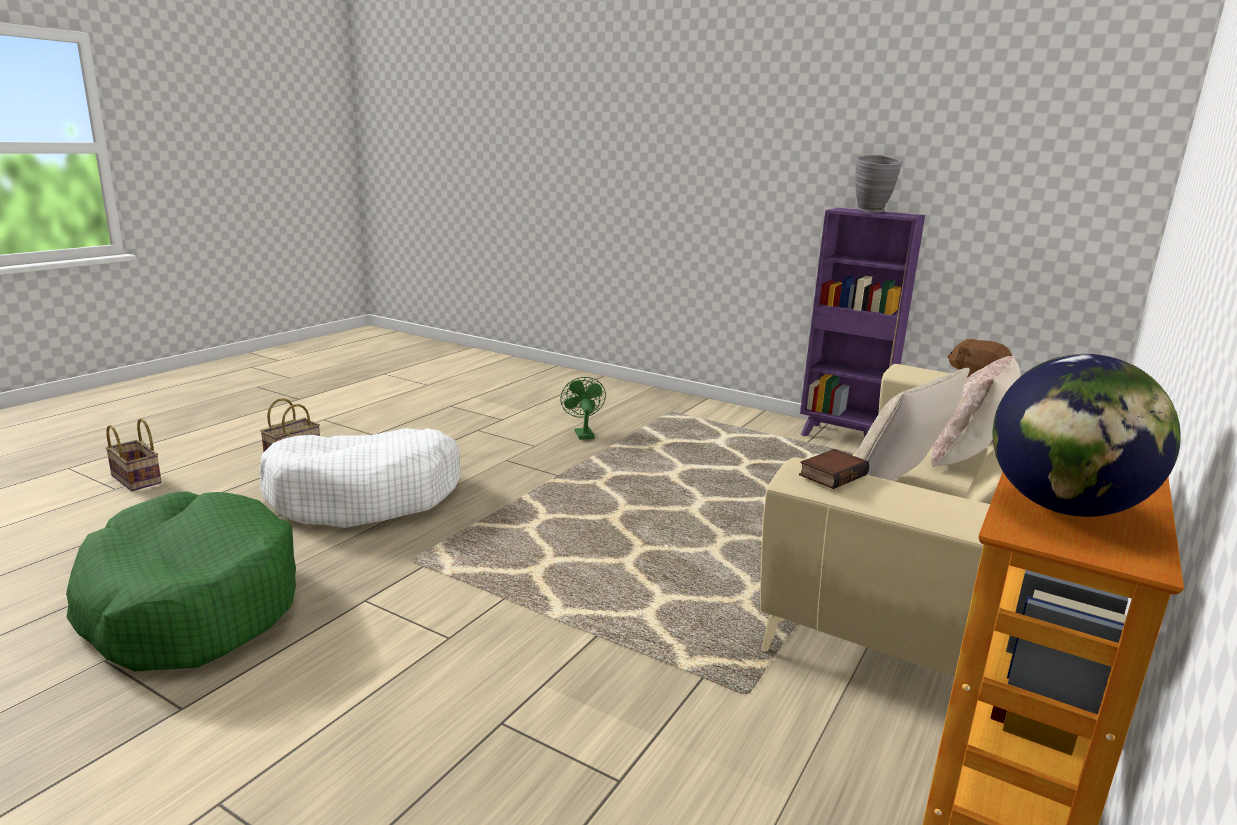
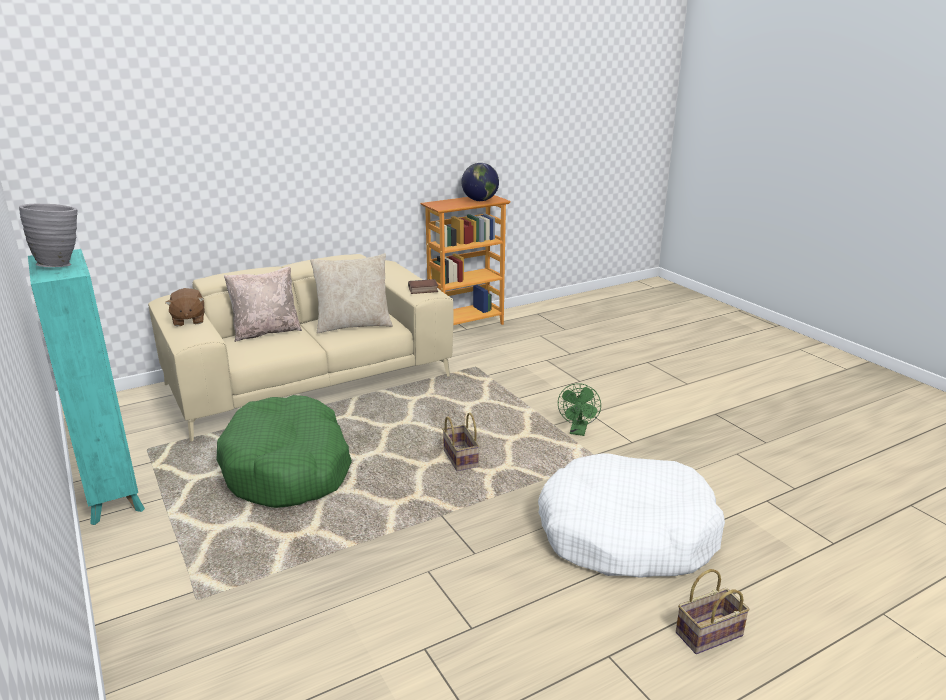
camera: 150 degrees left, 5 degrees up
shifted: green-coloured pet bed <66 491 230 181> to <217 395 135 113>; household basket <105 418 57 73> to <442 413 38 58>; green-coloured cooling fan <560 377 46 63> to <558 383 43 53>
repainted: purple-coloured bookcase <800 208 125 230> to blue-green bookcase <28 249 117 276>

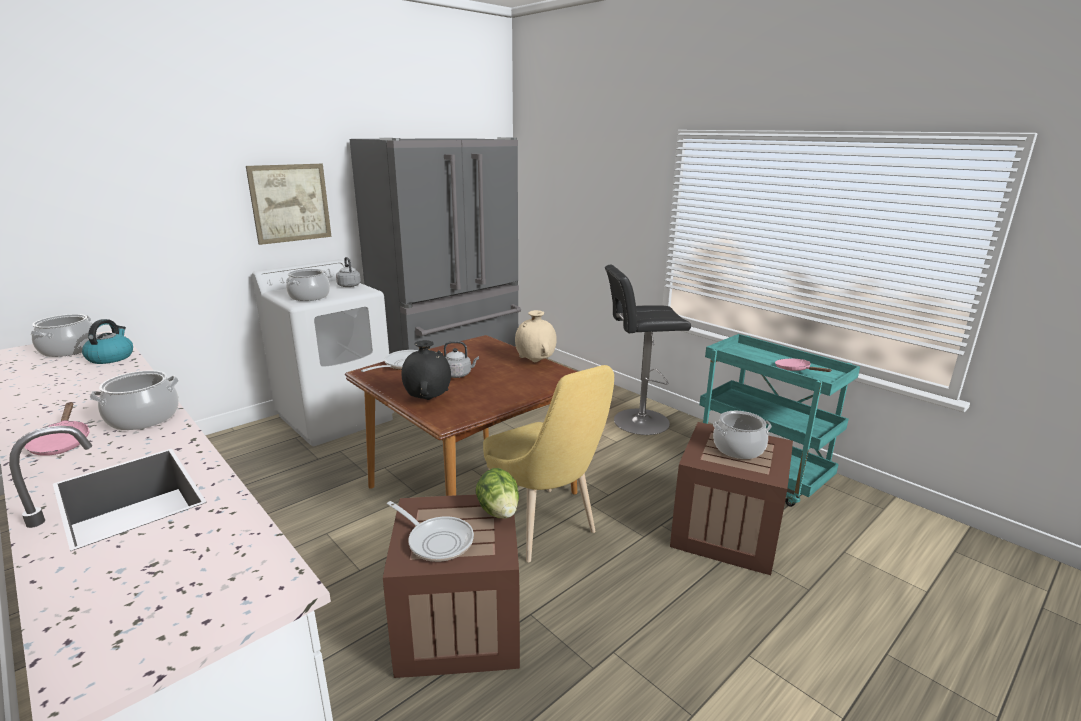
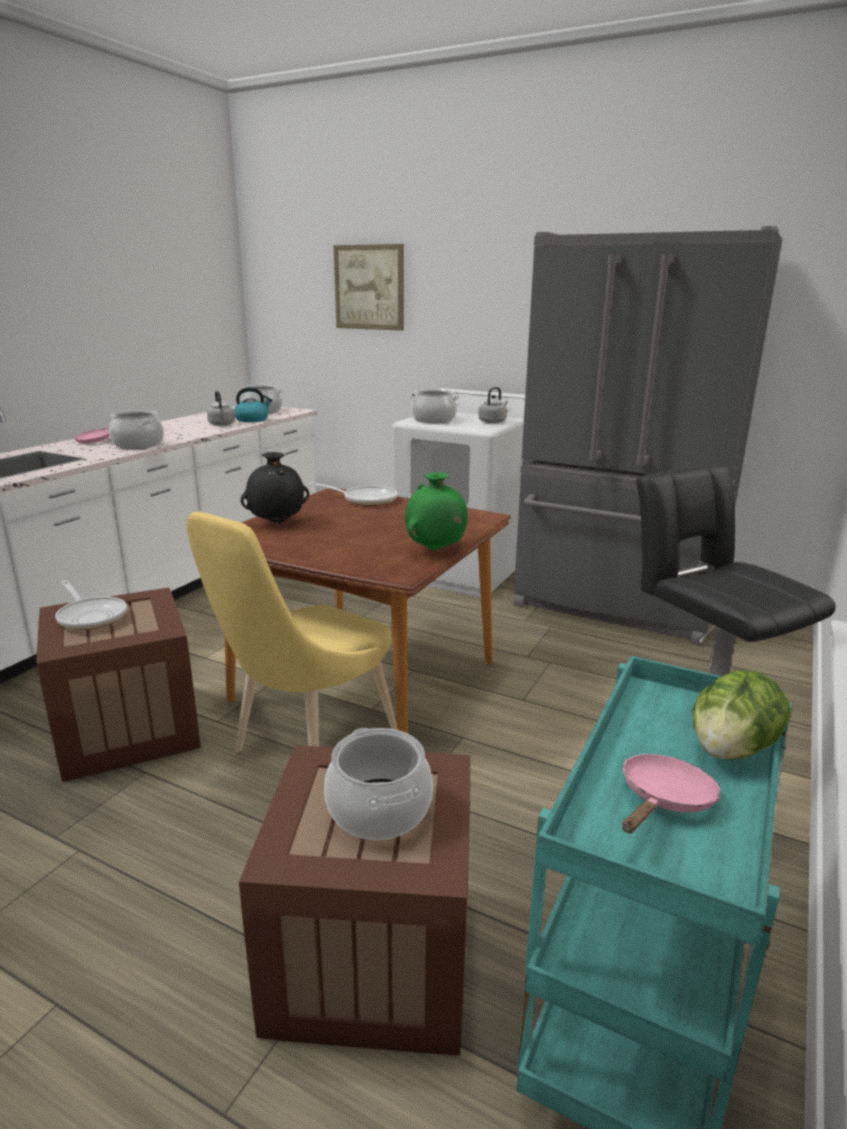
camera: 70 degrees right, 0 degrees up
shifted: greyish kettle <444 341 35 37> to <207 390 28 36>; wall picture <246 164 86 81> to <334 244 70 87>; lettuce head <476 468 43 51> to <692 670 99 90>
repainted: beige flower vase <515 310 42 52> to green-coloured flower vase <405 472 63 79>
rotated: skillet <387 501 87 61> = <55 580 72 50> 60 degrees counterclockwise

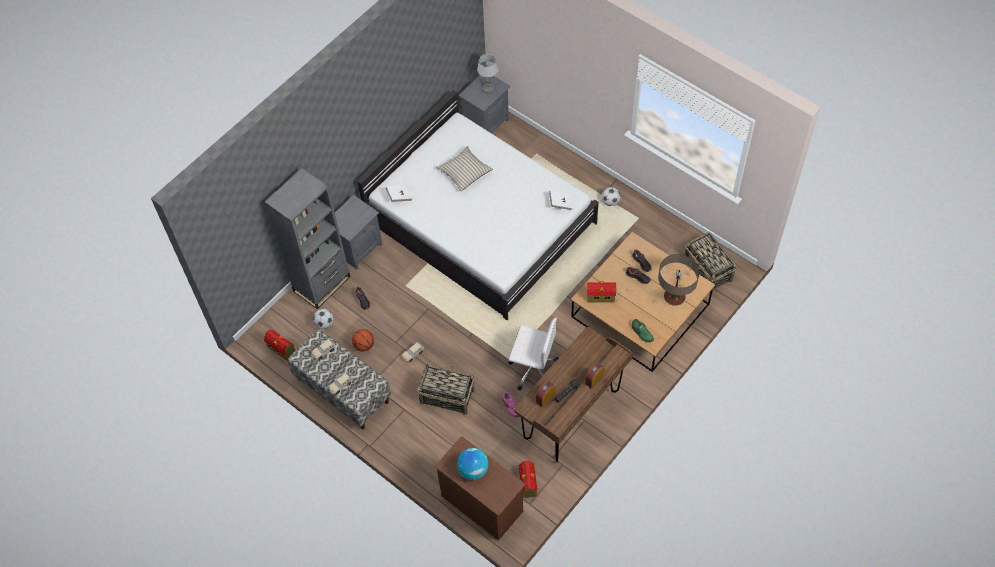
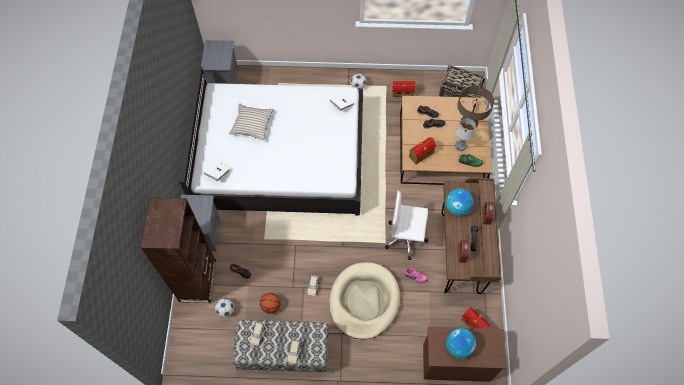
camera: 40 degrees left, 5 degrees up
new: desk globe <446 189 27 27>
shifted: model house <264 330 31 31> to <392 79 24 18>; table lamp <477 54 21 40> to <455 118 21 33>
swapped: household basket <417 364 58 51> to beige pet bed <329 262 71 77>
repainted: greyish bookcase <265 168 85 141> to brown-coloured bookcase <140 197 76 106>
rotated: white office chair <509 318 49 72> = <385 191 43 69> 150 degrees counterclockwise

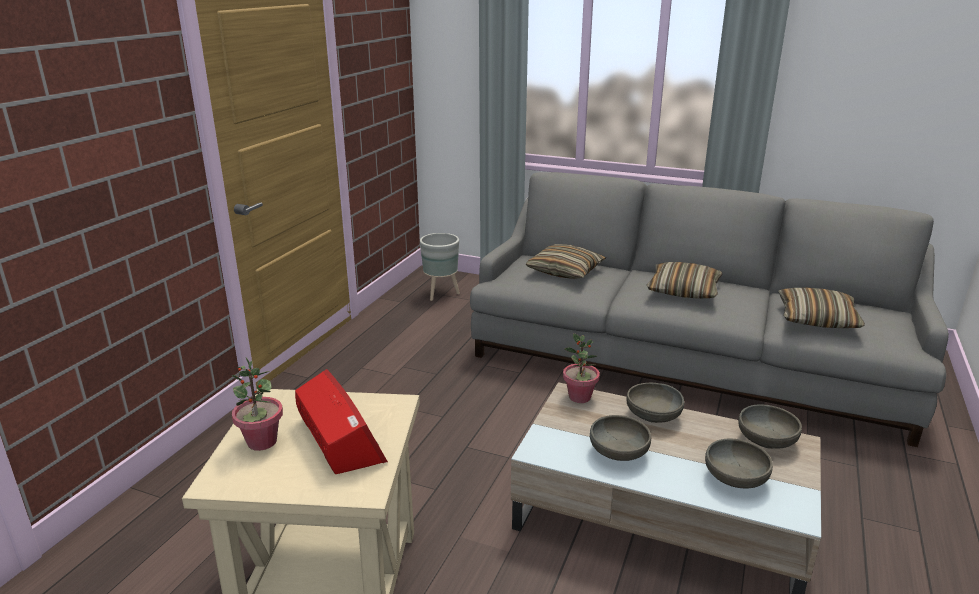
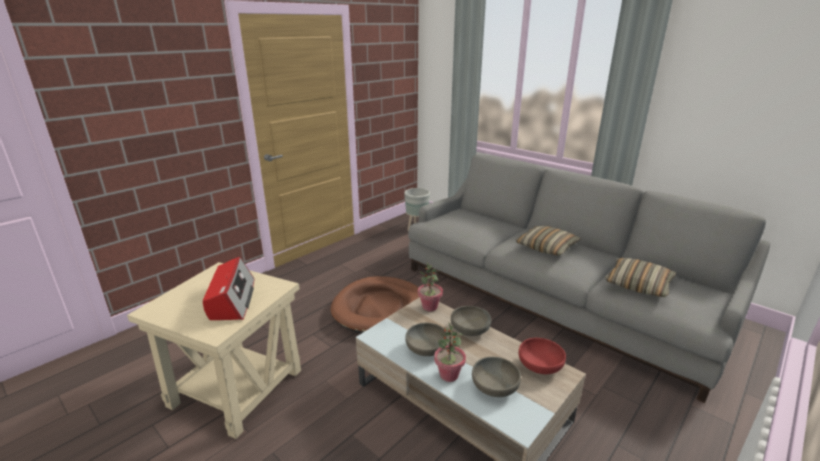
camera: 20 degrees right, 0 degrees up
gone: pillow <526 244 80 35>
new: brown-coloured pet bed <330 276 89 58>
shifted: plant in a pot <232 358 51 93> to <434 321 32 61>
repainted: greyish bowl <738 404 64 45> to red-coloured bowl <519 338 47 36>

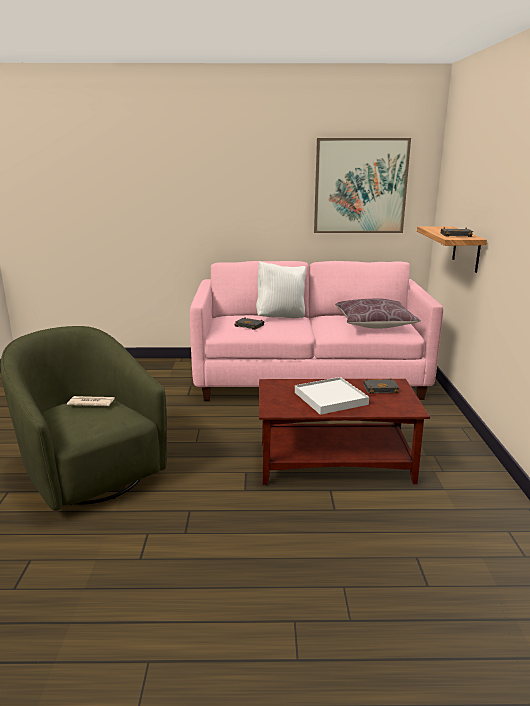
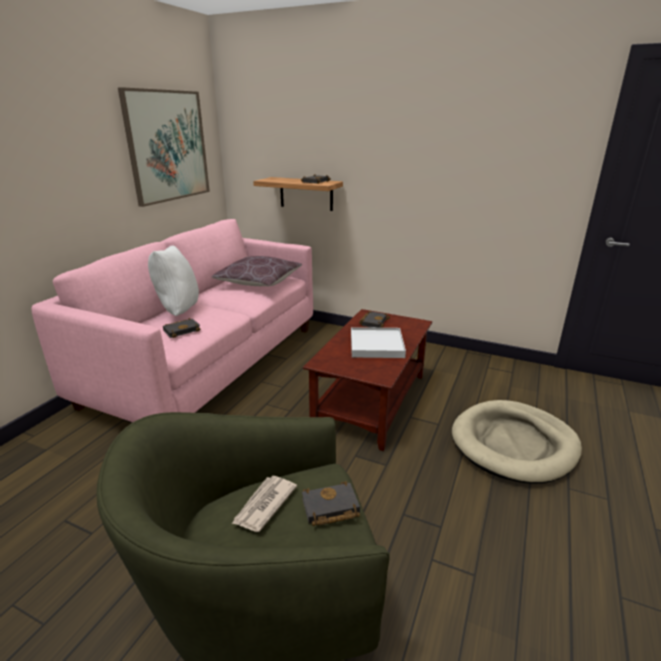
camera: 65 degrees left, 5 degrees up
new: black bound book <302 481 58 45>; beige pet bed <452 400 130 84>

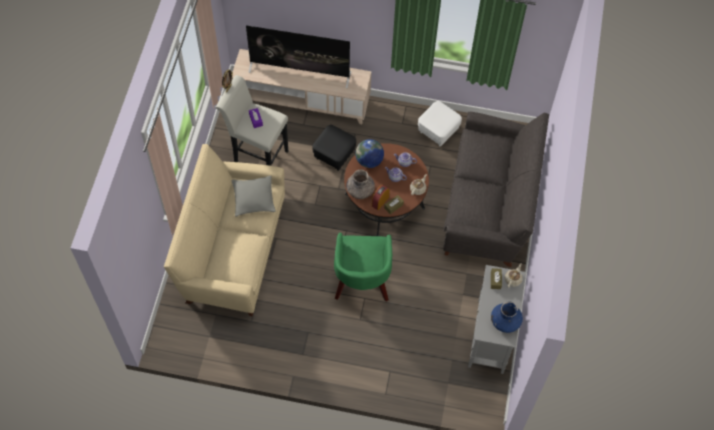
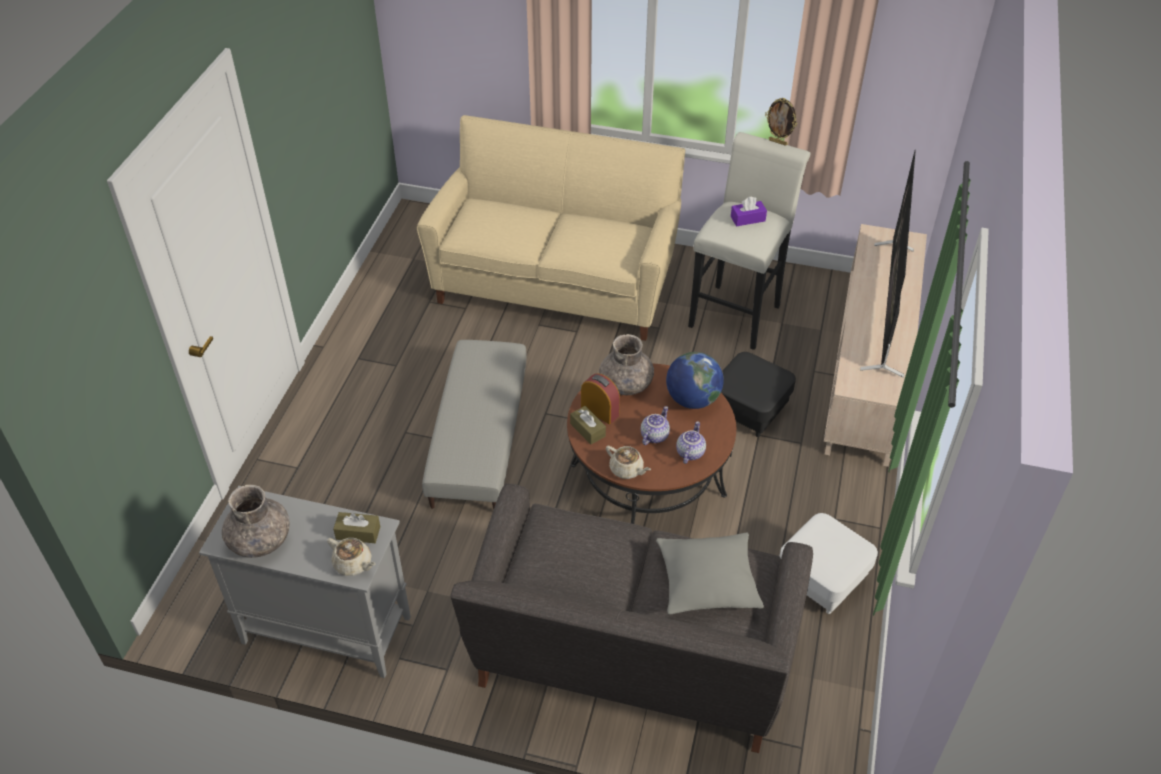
camera: 95 degrees right, 15 degrees down
shifted: greyish pillow <232 176 44 41> to <656 533 108 82>
swapped: green-coloured armchair <334 233 58 69> to greyish footrest <422 340 104 170>
repainted: bluish flower vase <491 301 32 32> to greyish flower vase <222 485 68 73>

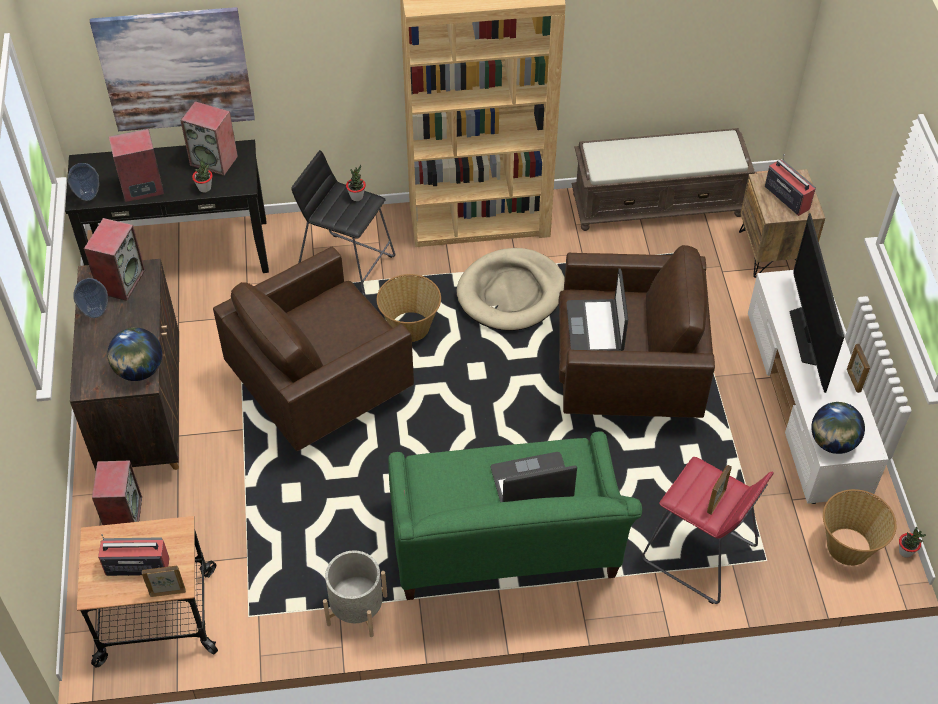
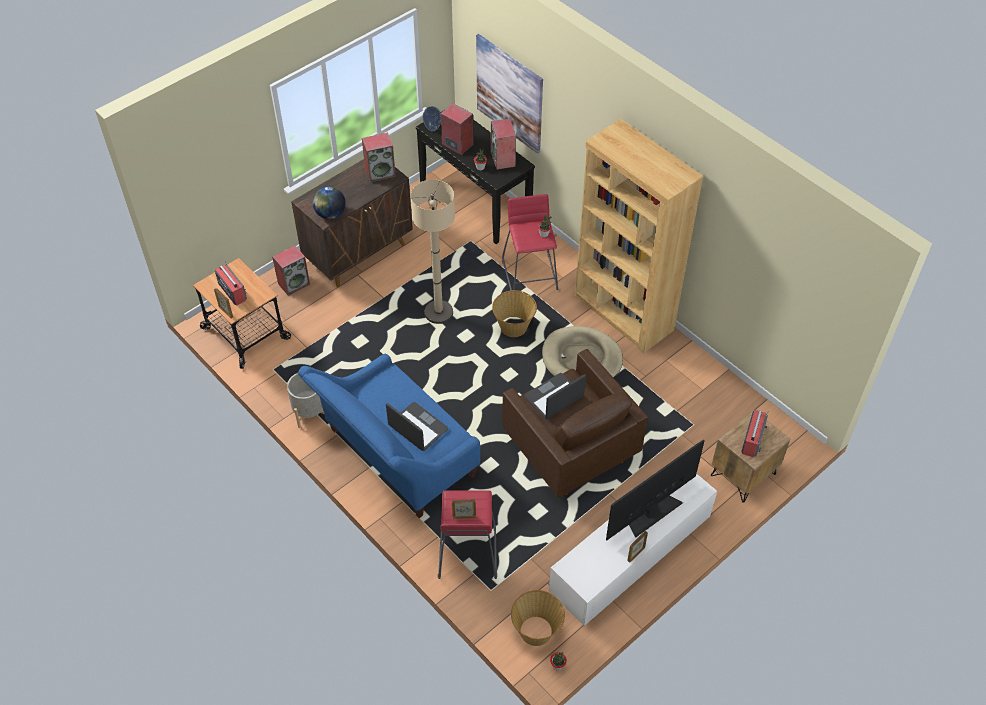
camera: 55 degrees right, 0 degrees up
gone: flower vase <74 278 34 40>; brown-coloured bench <571 128 184 103>; desk globe <811 402 54 52>
swapped: brown-coloured armchair <213 247 201 204> to beige standard lamp <411 180 44 144>
repainted: green-coloured settee <388 431 254 169> to bluish settee <298 354 182 164>; black stool <291 150 104 147> to red-coloured stool <502 194 56 98>

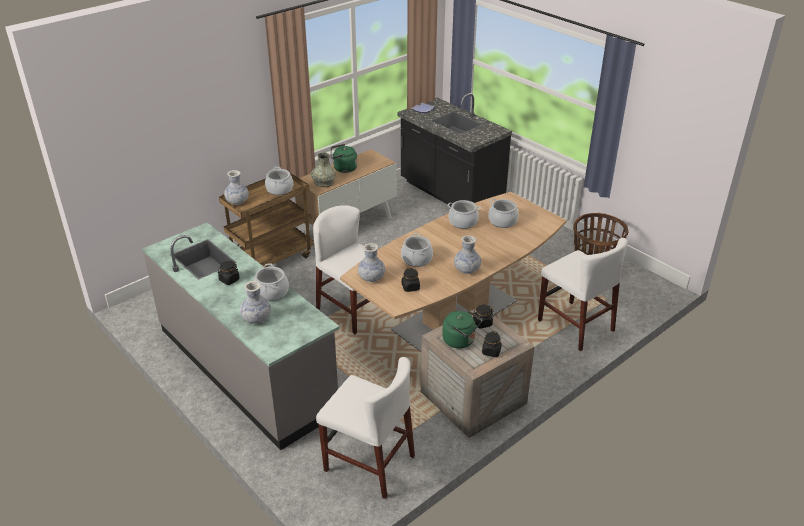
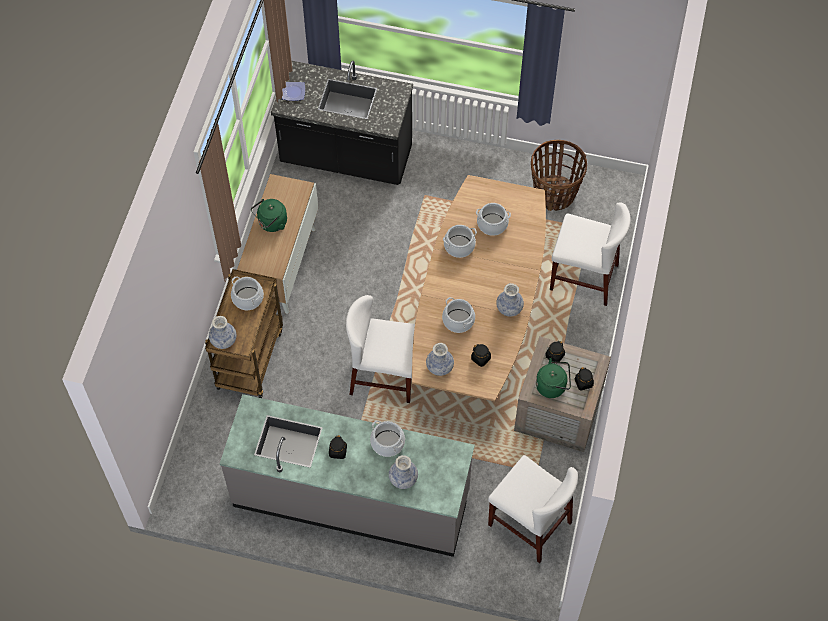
camera: 35 degrees left, 25 degrees up
gone: greyish flower vase <311 152 25 35>
rotated: white upright chair <316 357 99 142> = <488 455 90 108> 45 degrees clockwise

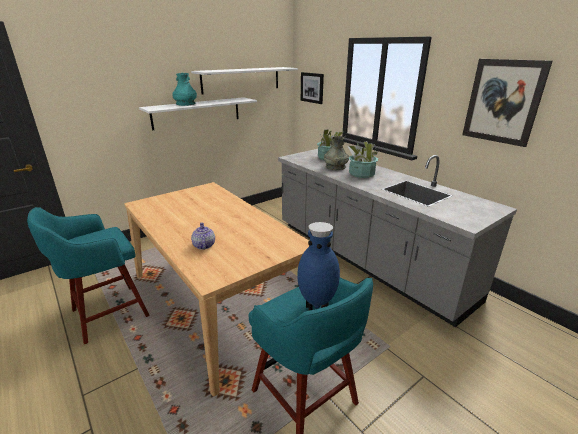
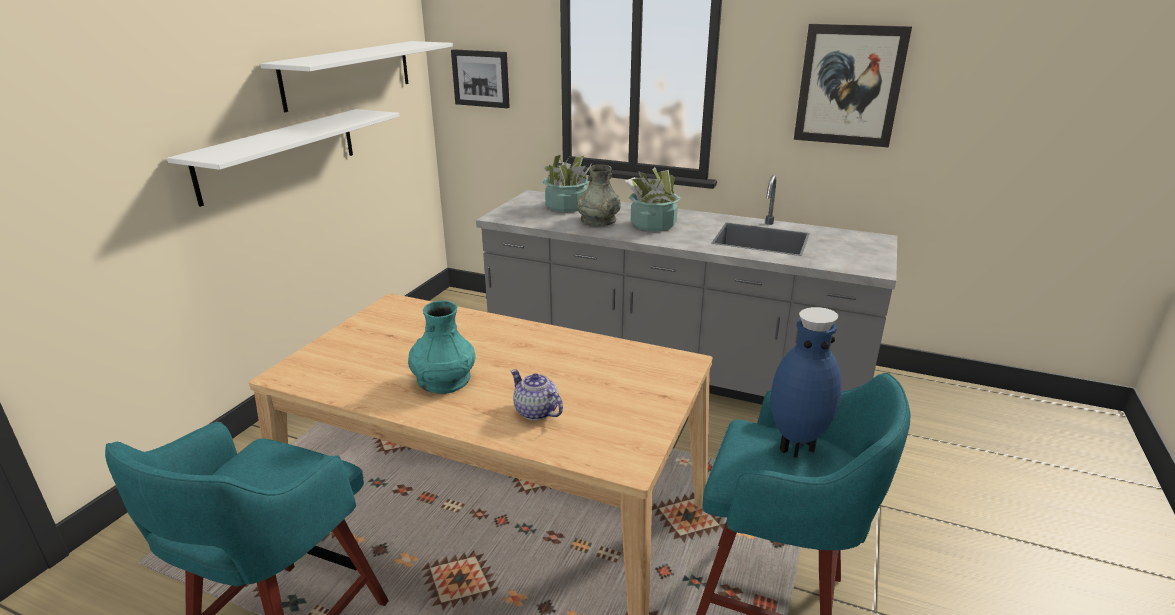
camera: 30 degrees left, 0 degrees up
shifted: blue-green flower vase <173 73 24 33> to <408 300 68 94>

